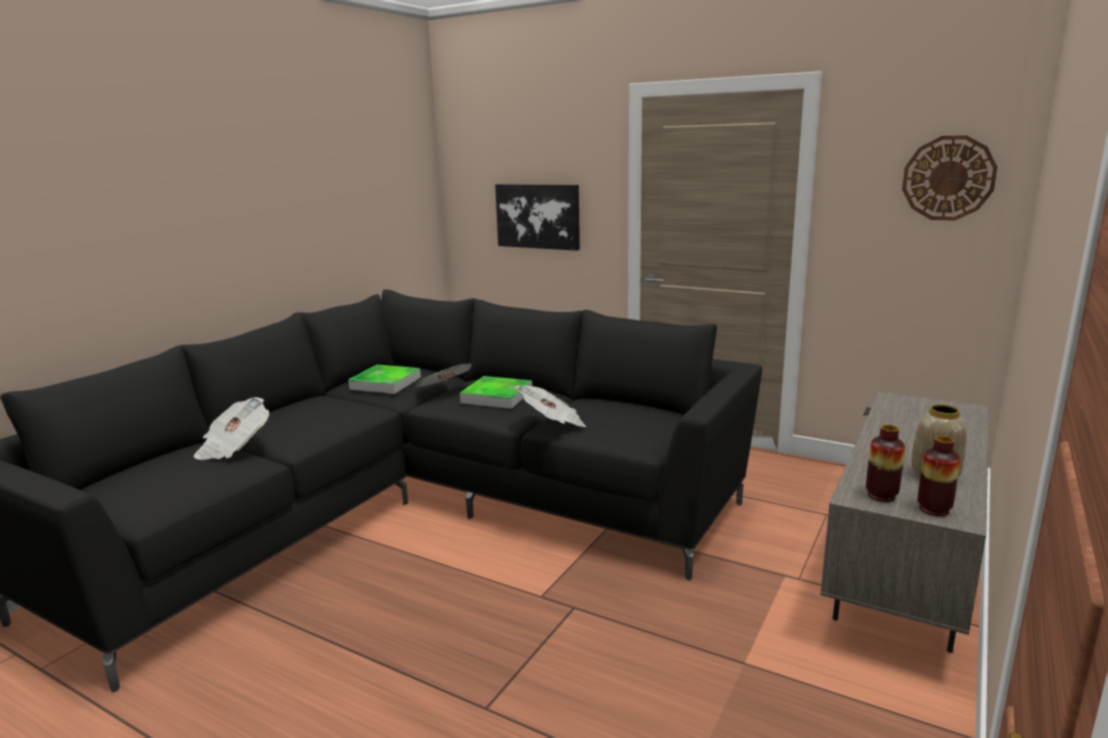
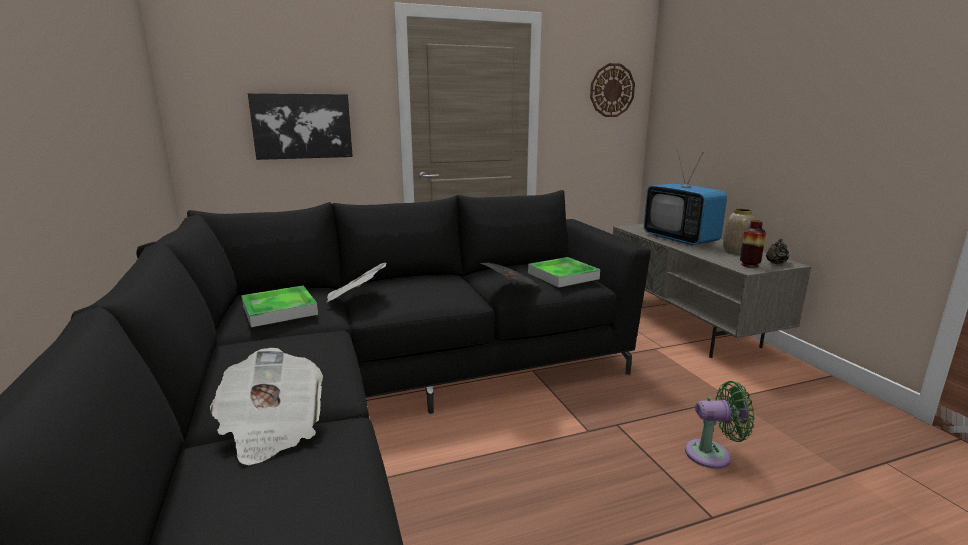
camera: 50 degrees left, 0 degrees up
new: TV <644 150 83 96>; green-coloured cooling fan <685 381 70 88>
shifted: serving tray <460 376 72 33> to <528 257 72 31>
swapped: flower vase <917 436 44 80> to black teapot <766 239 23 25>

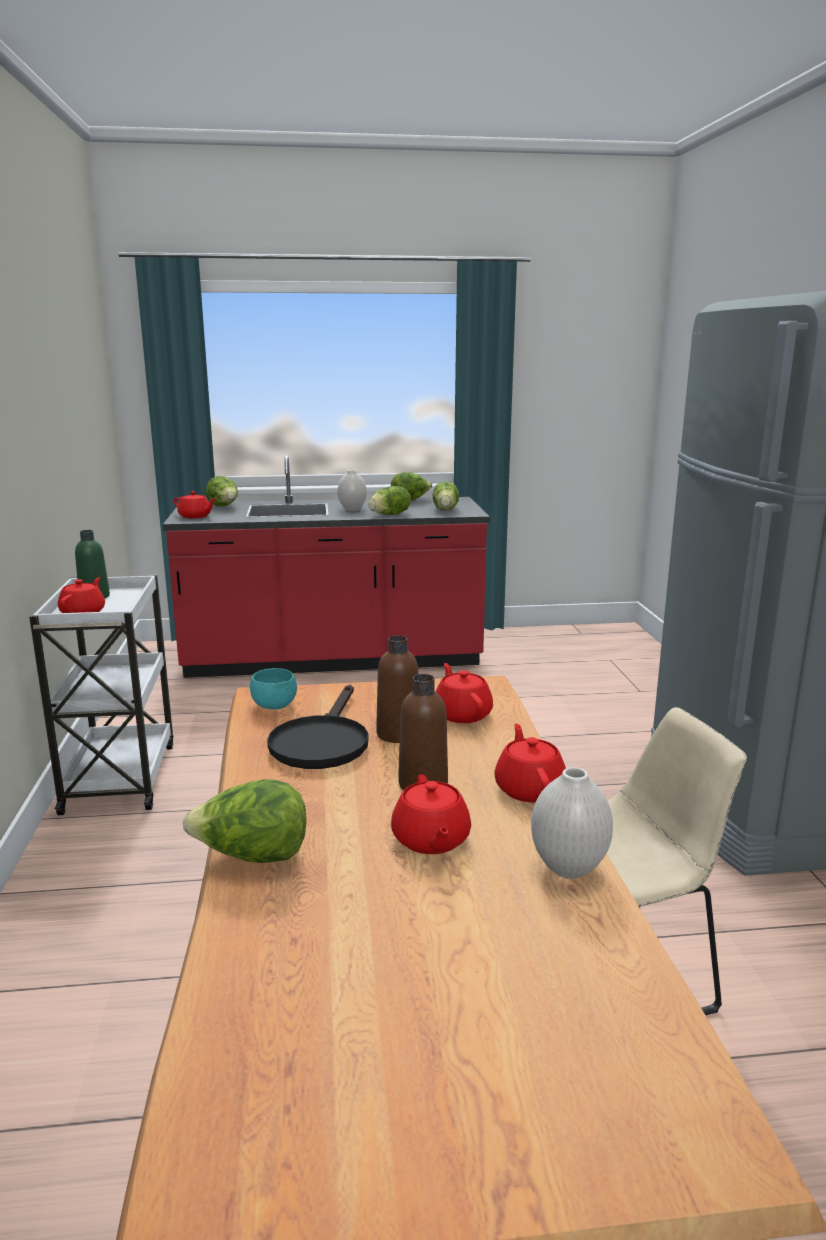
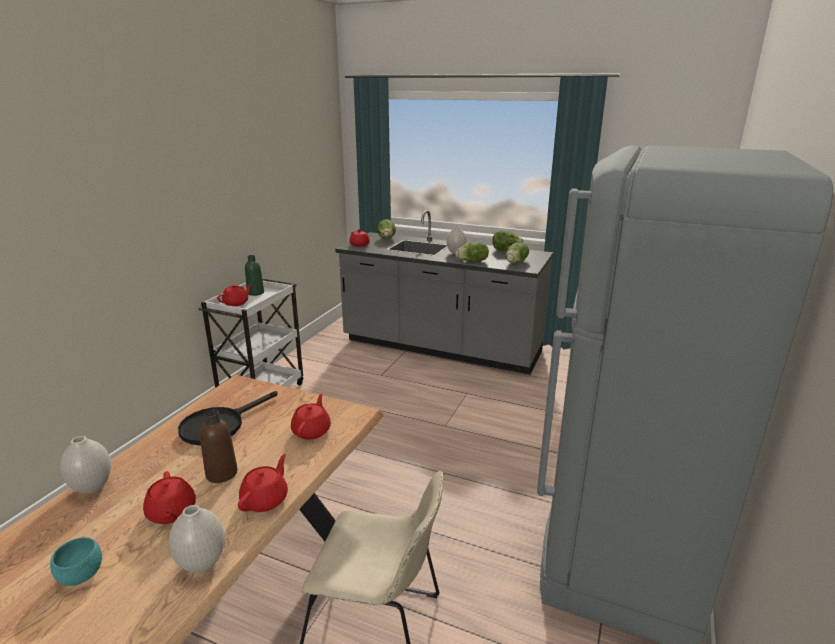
camera: 30 degrees right, 5 degrees up
gone: brown-coloured beverage bottle <376 635 43 108>
shifted: blue-green bowl <250 668 47 42> to <50 537 52 49>
swapped: lettuce head <183 779 124 84> to white flower vase <60 436 51 58>
repainted: red-coloured kitchen counter <163 455 327 223> to greyish kitchen counter <335 210 218 164>
rotated: red-coloured teapot <391 774 80 80> = <143 471 53 53> 45 degrees counterclockwise

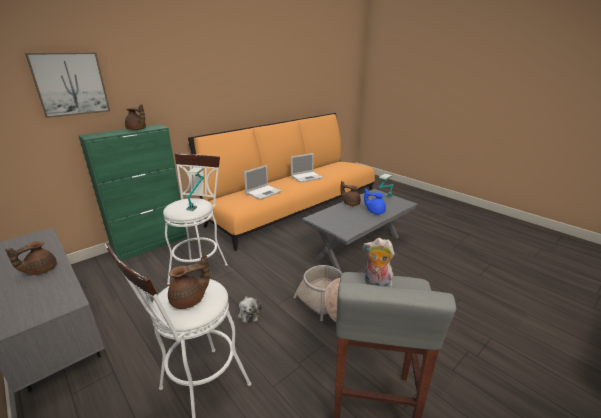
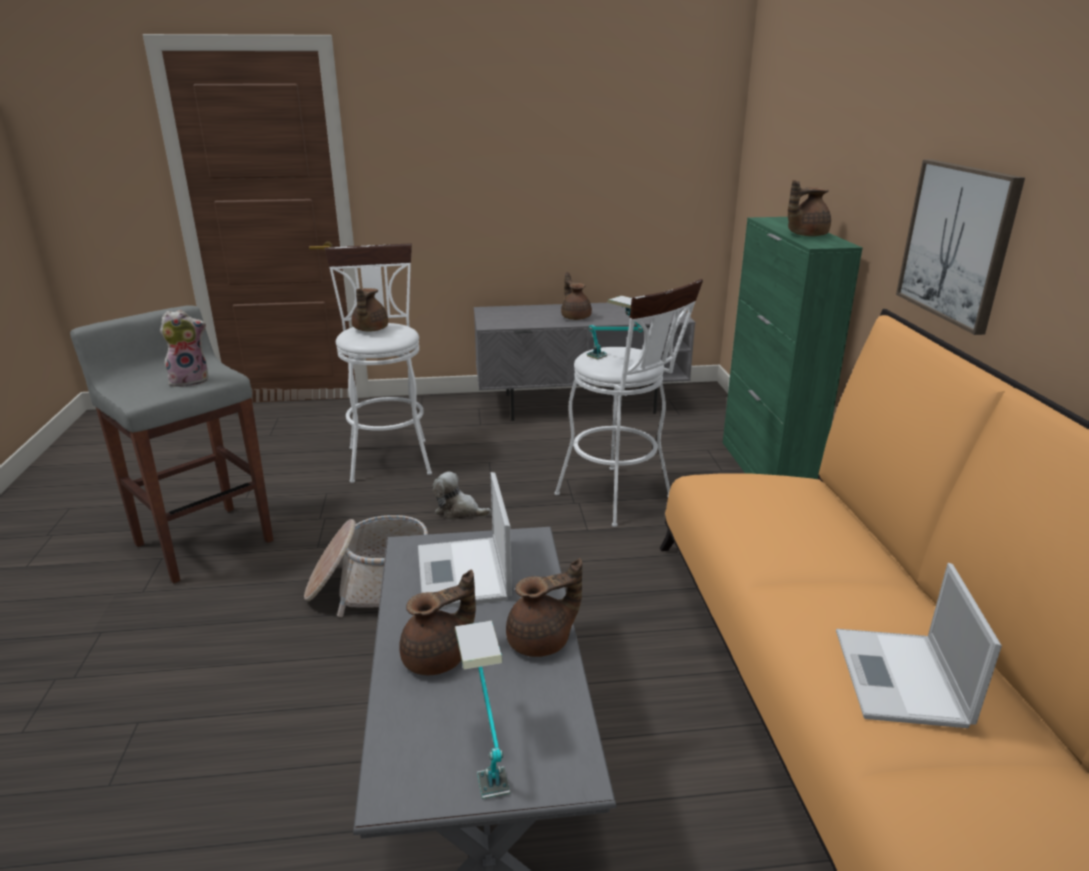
camera: 125 degrees right, 0 degrees up
shifted: notebook computer <244 165 38 35> to <418 472 94 136>; wall picture <25 53 85 65> to <896 159 129 176>
repainted: bluish teapot <364 188 22 26> to brown-coloured teapot <399 570 77 105>

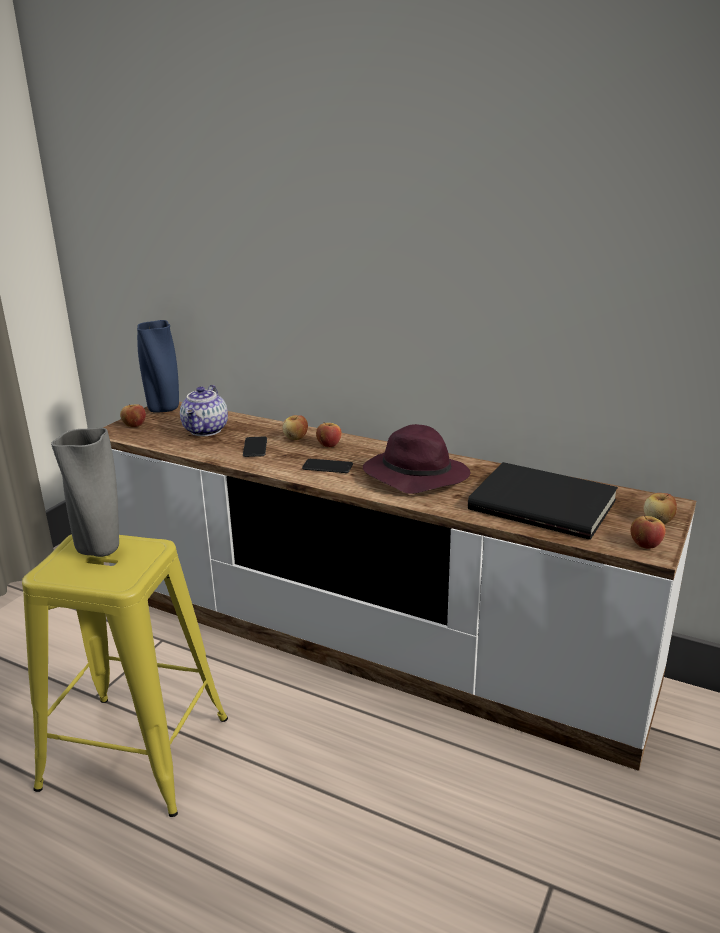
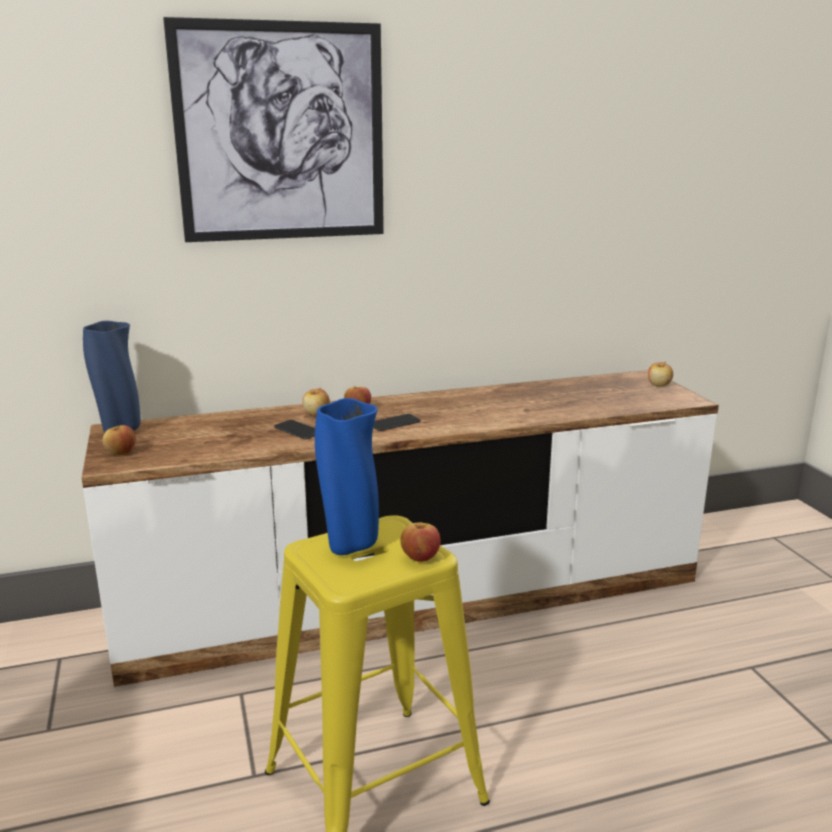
camera: 45 degrees left, 5 degrees down
gone: teapot <180 385 48 51>; purple-coloured wearable hat <363 424 108 70>; black bound book <468 462 150 78>
new: wall picture <163 17 221 225>
shifted: apple fruit <631 516 35 33> to <400 522 40 40>
repainted: greyish flower vase <51 428 68 129> to bluish flower vase <315 398 64 157>

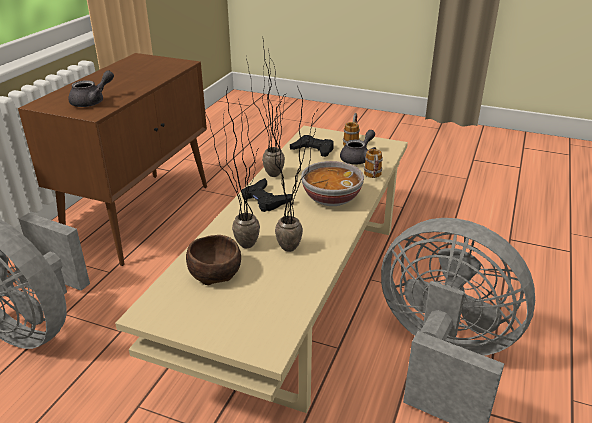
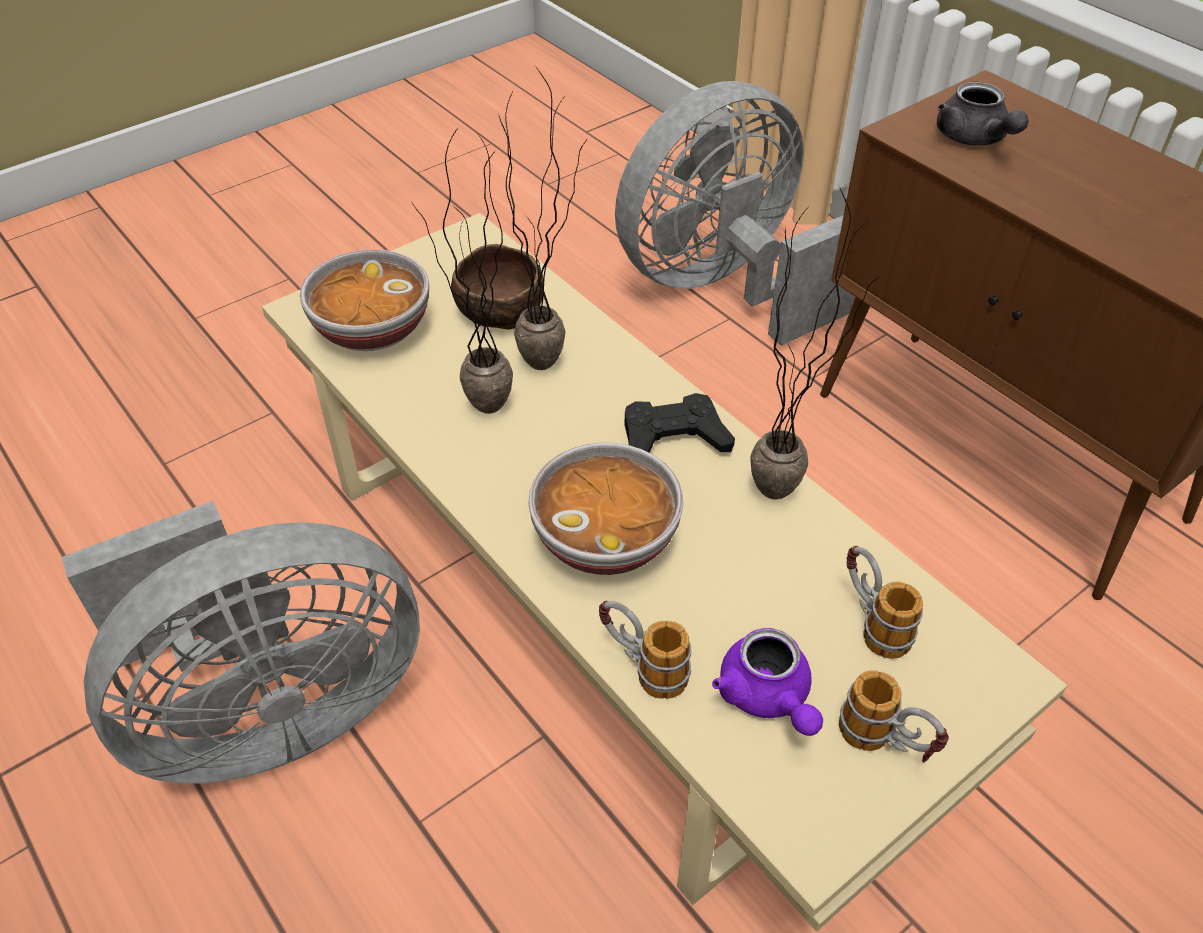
camera: 120 degrees right, 15 degrees up
new: bowl <300 249 129 102>
swapped: black joypad <290 135 44 22> to mug <846 546 77 113>
repainted: greyish teapot <340 130 36 35> to purple-coloured teapot <712 628 111 108>

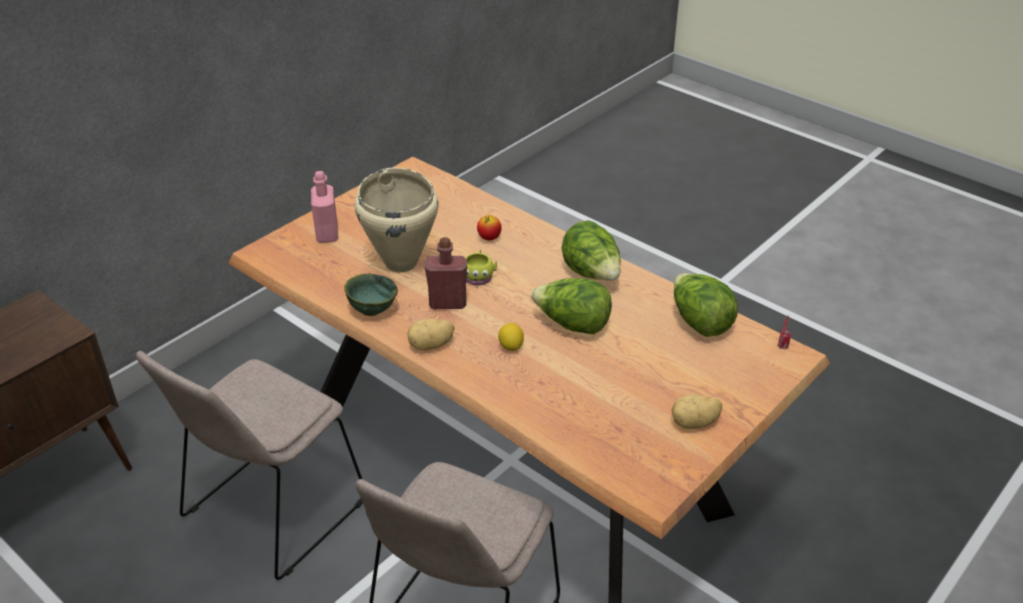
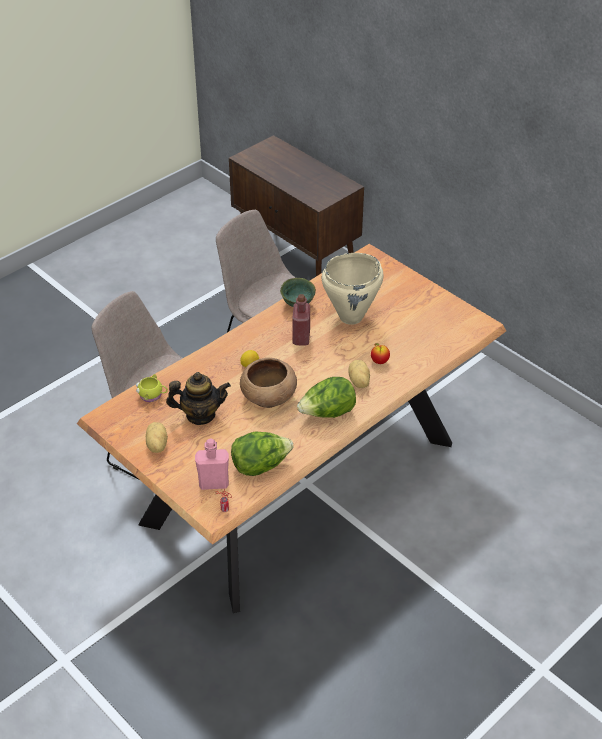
camera: 95 degrees right, 5 degrees up
new: teapot <166 372 65 53>
shifted: yellowish mug <465 249 32 36> to <136 374 32 28>; pink-coloured beverage bottle <311 171 27 72> to <195 439 34 51>; whole potato <408 319 47 31> to <349 360 21 28>
swapped: lettuce head <531 278 81 56> to brown-coloured bowl <240 358 57 50>

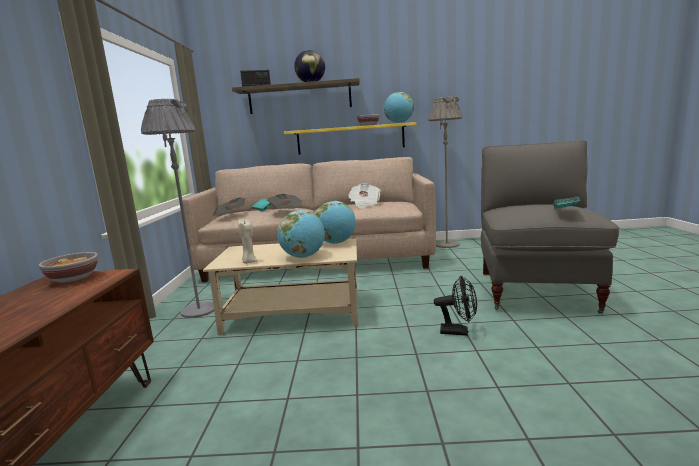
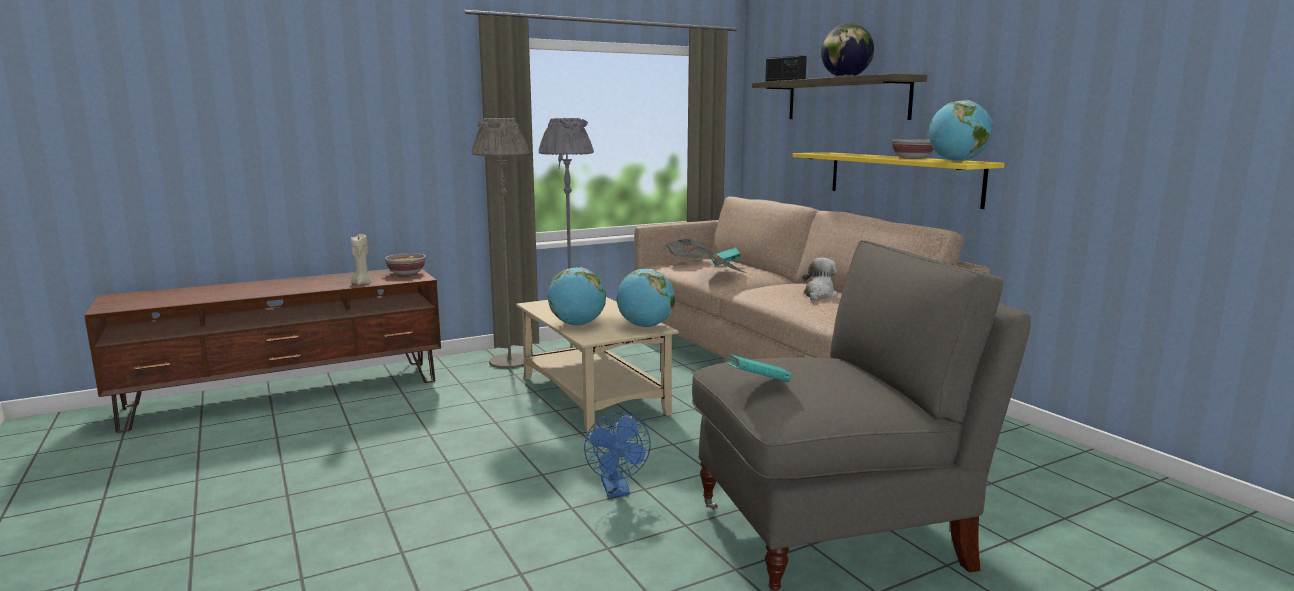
camera: 60 degrees right, 0 degrees up
shifted: beige wax candle <238 219 20 45> to <351 234 20 51>; greyish standard lamp <428 96 35 152> to <472 118 58 251>
swapped: printed paper <348 183 33 25> to soft toy <802 258 36 43>
repainted: black cooling fan <434 276 43 60> to bluish cooling fan <584 413 67 84>

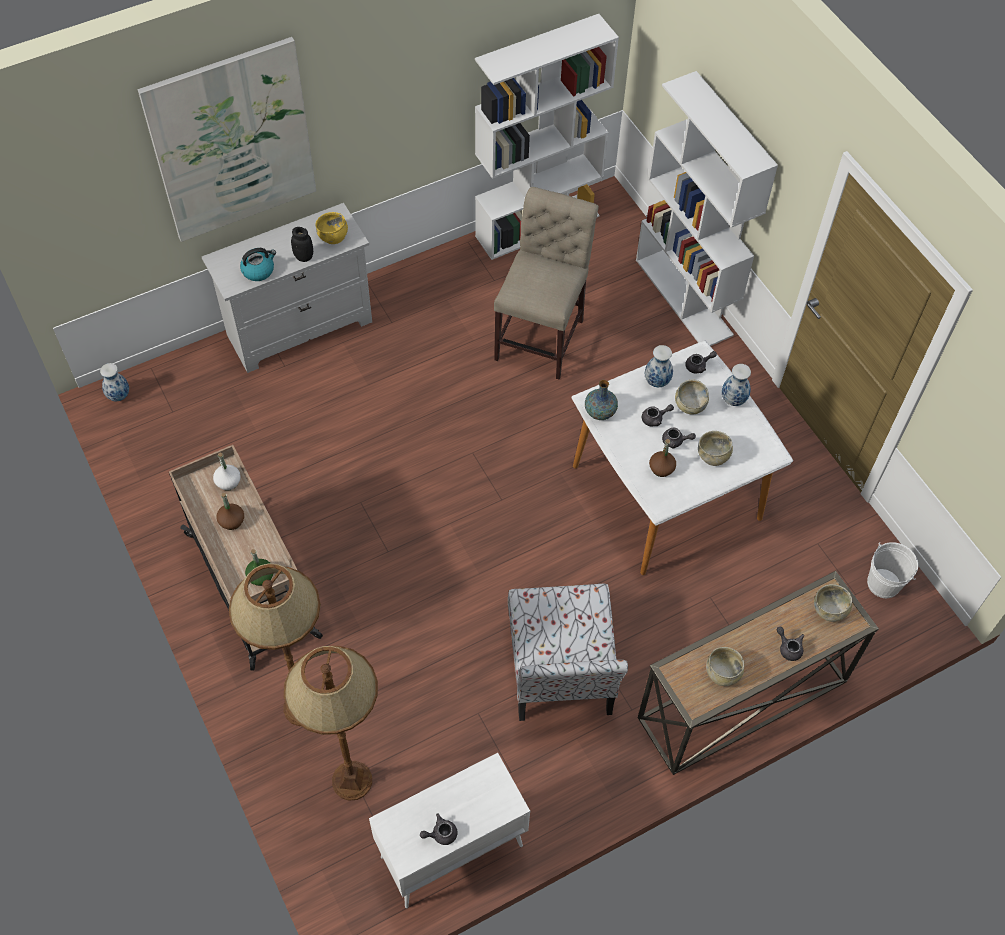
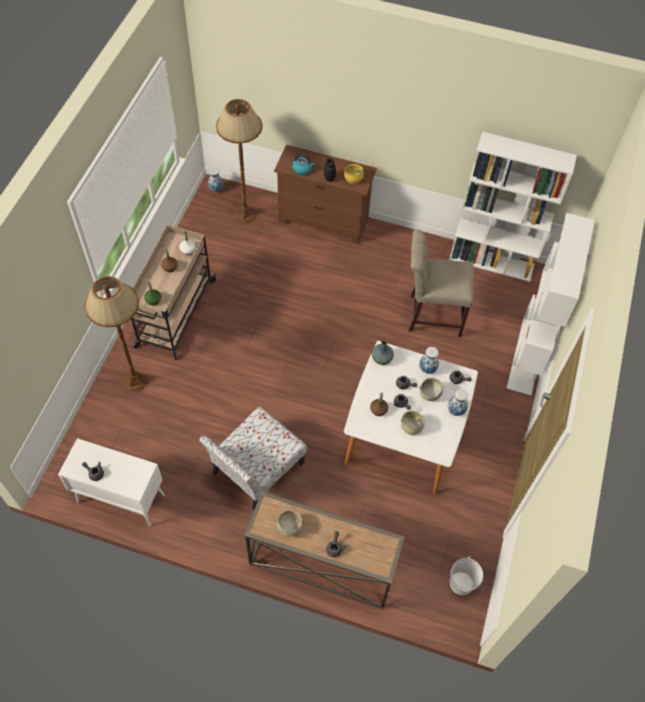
camera: 45 degrees right, 0 degrees up
gone: wall picture <138 37 178 205>; beige bowl <814 584 38 38>
shifted: brown-coloured standard lamp <284 646 94 155> to <216 99 47 124>
repainted: white drawer chest <202 203 170 170> to brown-coloured drawer chest <274 145 103 99>
rotated: beige upright chair <494 187 105 192> = <409 229 65 108> 150 degrees counterclockwise

